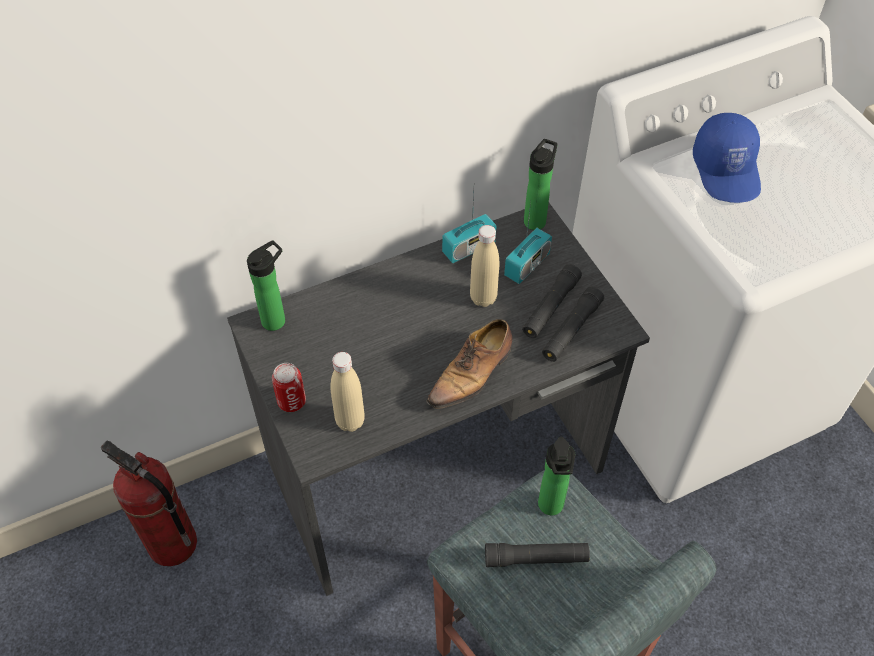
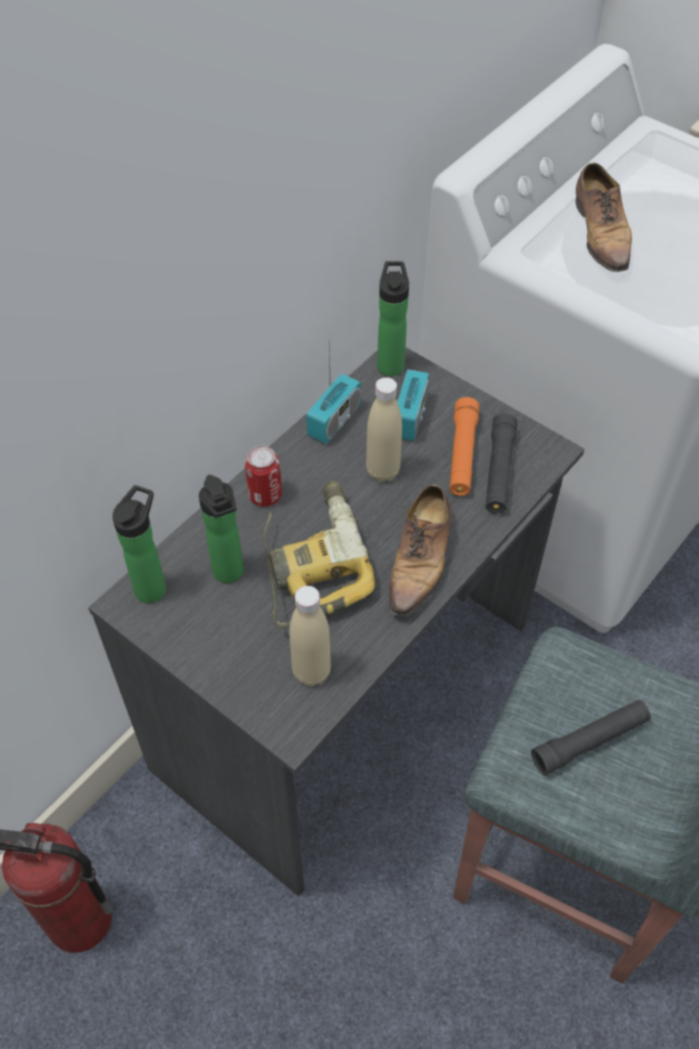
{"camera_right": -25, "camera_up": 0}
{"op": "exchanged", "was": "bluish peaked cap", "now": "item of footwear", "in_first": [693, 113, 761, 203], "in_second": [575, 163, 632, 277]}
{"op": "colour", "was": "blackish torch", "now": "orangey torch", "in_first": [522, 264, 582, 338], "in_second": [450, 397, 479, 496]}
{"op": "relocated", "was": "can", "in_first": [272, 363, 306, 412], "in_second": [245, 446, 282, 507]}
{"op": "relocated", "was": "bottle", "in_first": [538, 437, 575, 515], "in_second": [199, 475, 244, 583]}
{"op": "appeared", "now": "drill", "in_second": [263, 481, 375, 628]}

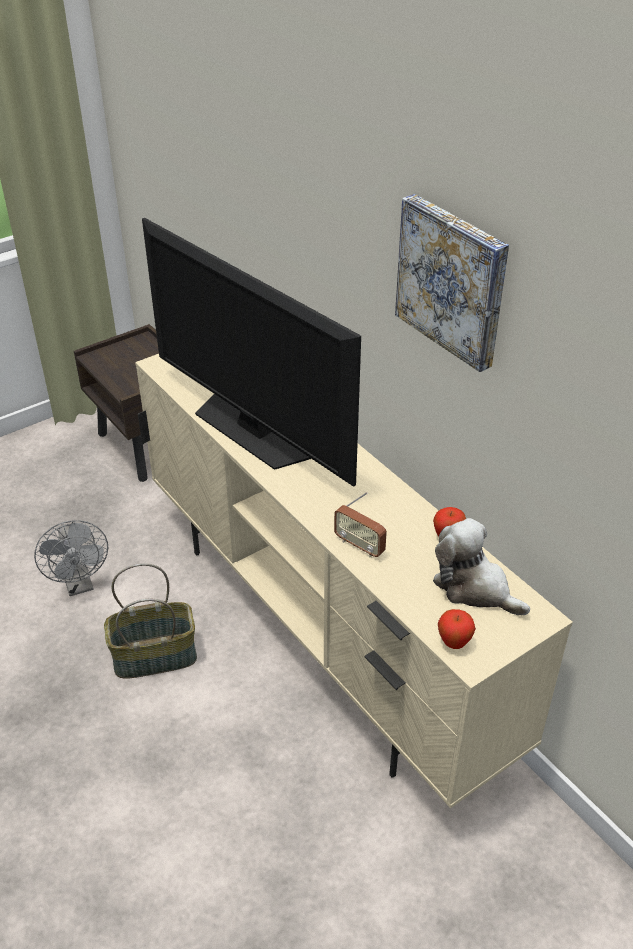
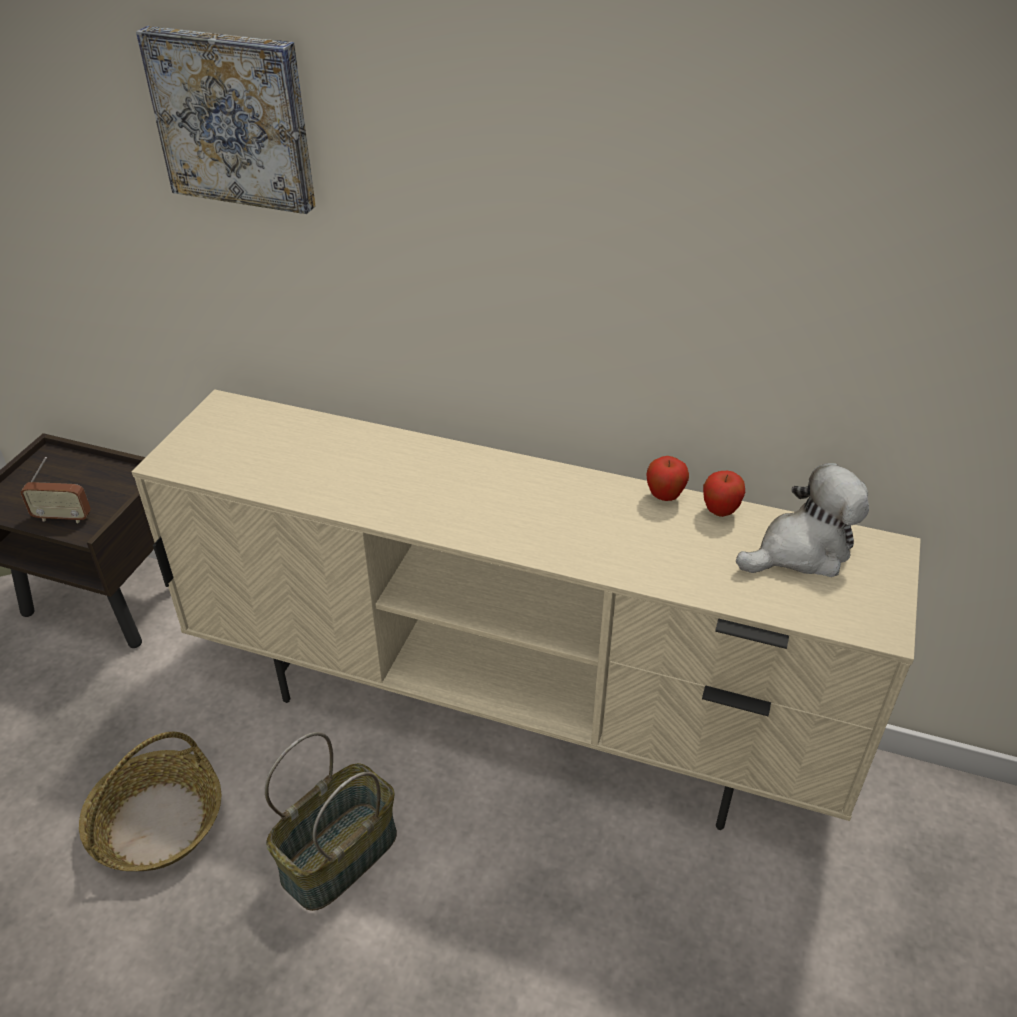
{"camera_right": -35, "camera_up": 0}
{"op": "relocated", "was": "picture", "in_first": [395, 194, 509, 372], "in_second": [136, 26, 316, 214]}
{"op": "missing", "was": "television", "in_first": [142, 218, 361, 487]}
{"op": "relocated", "was": "radio set", "in_first": [334, 492, 387, 558], "in_second": [21, 457, 91, 523]}
{"op": "spun", "was": "plush toy", "in_first": [433, 518, 530, 615], "in_second": [736, 463, 869, 577], "clockwise": 150}
{"op": "exchanged", "was": "greyish cooling fan", "now": "basket", "in_first": [34, 520, 108, 596], "in_second": [79, 732, 221, 871]}
{"op": "relocated", "was": "apple", "in_first": [438, 609, 476, 649], "in_second": [646, 456, 689, 501]}

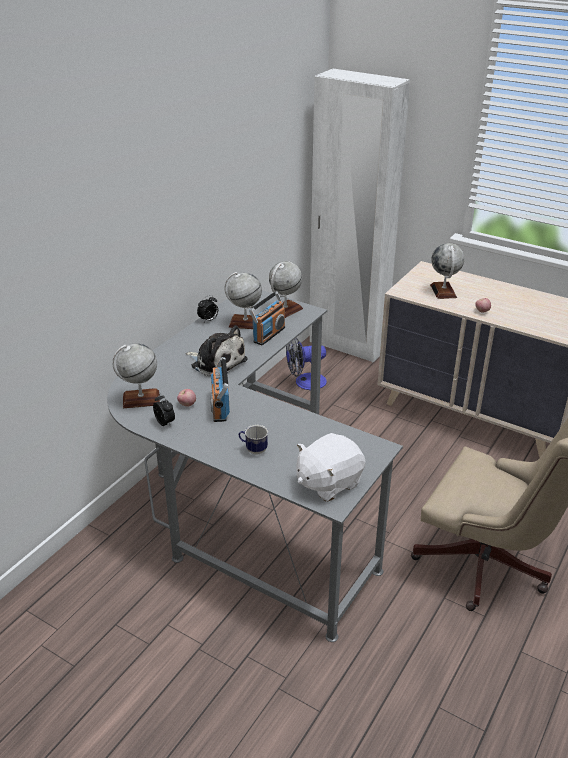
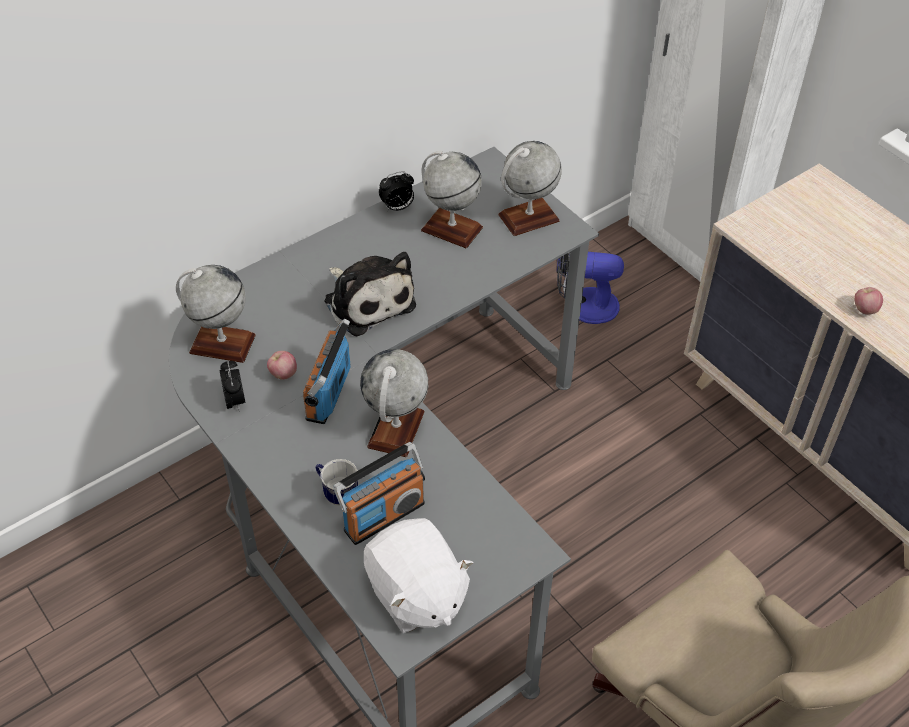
{"camera_right": 20, "camera_up": 15}
{"op": "relocated", "was": "globe", "in_first": [430, 243, 464, 299], "in_second": [360, 349, 428, 457]}
{"op": "relocated", "was": "radio set", "in_first": [249, 291, 285, 345], "in_second": [333, 442, 425, 545]}
{"op": "spun", "was": "whitish plush toy", "in_first": [296, 433, 366, 502], "in_second": [364, 518, 473, 633], "clockwise": -105}

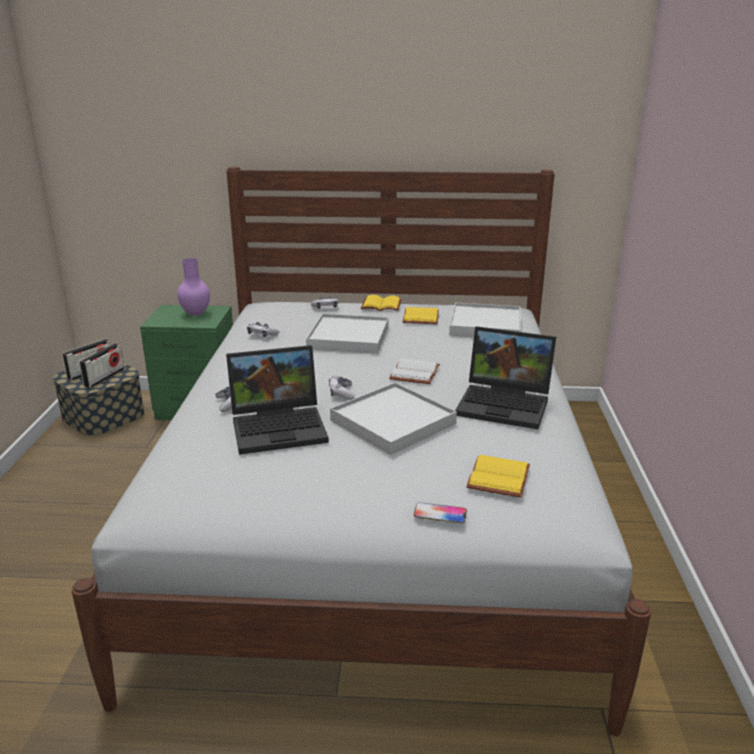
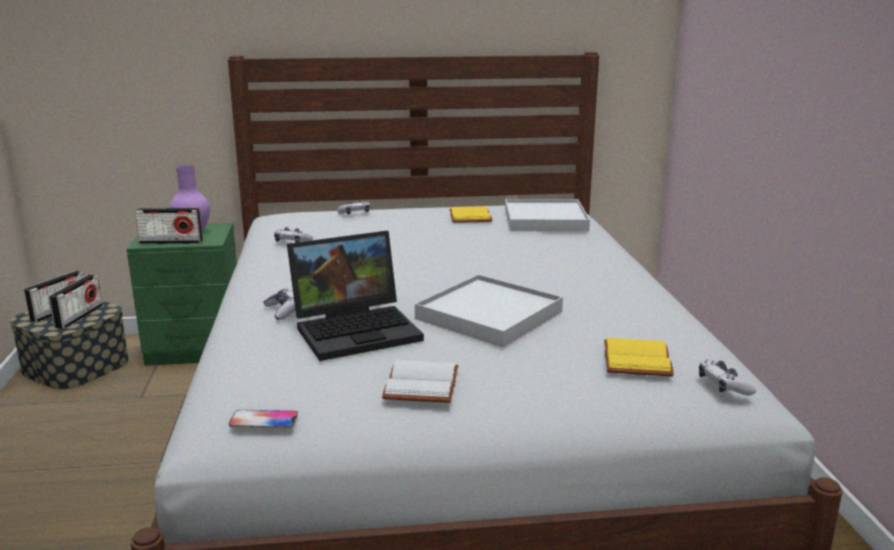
{"camera_right": -10, "camera_up": -5}
{"op": "missing", "was": "yellow bound book", "in_first": [361, 295, 402, 311]}
{"op": "missing", "was": "whitish tray", "in_first": [306, 314, 389, 354]}
{"op": "missing", "was": "notebook computer", "in_first": [455, 326, 556, 429]}
{"op": "relocated", "was": "whitish bound book", "in_first": [389, 358, 440, 384], "in_second": [382, 360, 459, 403]}
{"op": "relocated", "was": "game controller", "in_first": [329, 376, 355, 400], "in_second": [699, 360, 756, 396]}
{"op": "relocated", "was": "telephone", "in_first": [414, 502, 467, 524], "in_second": [229, 410, 298, 429]}
{"op": "appeared", "now": "radio set", "in_second": [135, 208, 203, 244]}

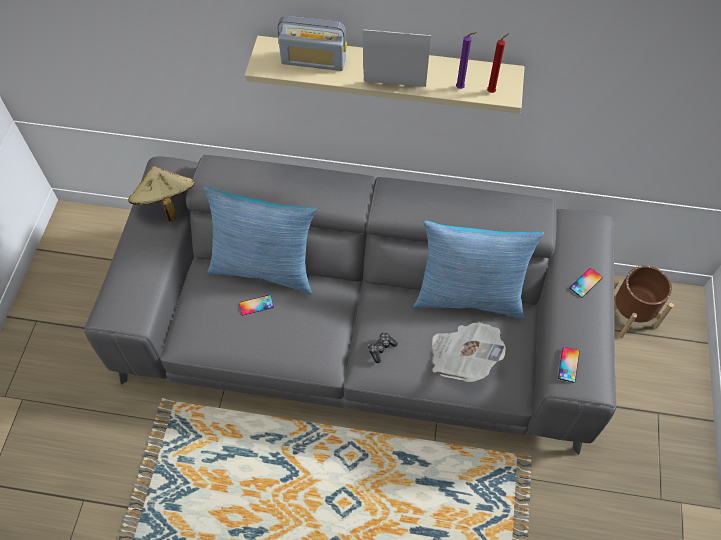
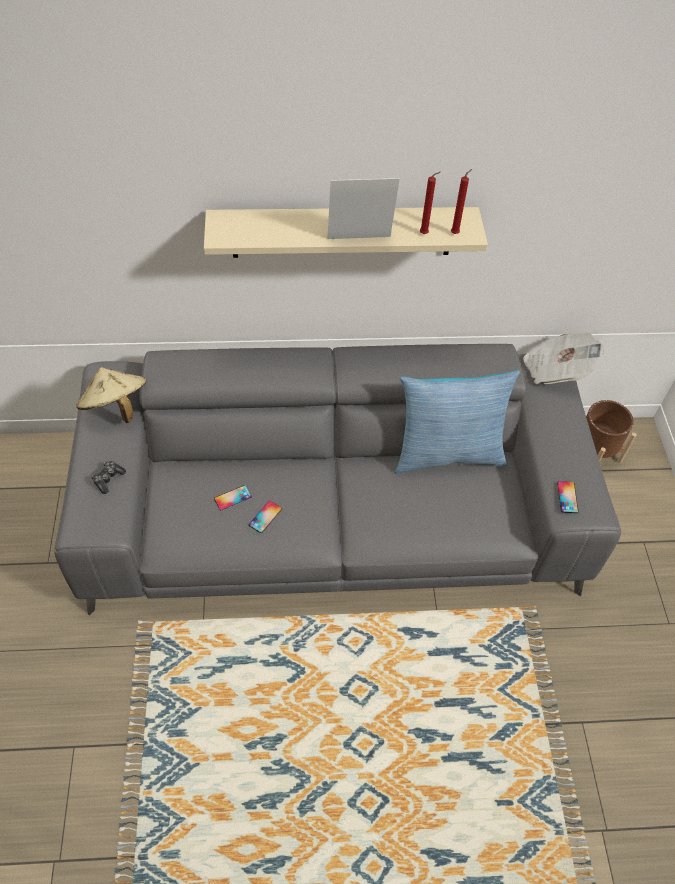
{"camera_right": -15, "camera_up": -5}
{"op": "missing", "was": "radio set", "in_first": [278, 16, 347, 71]}
{"op": "colour", "was": "purple wax candle", "now": "red wax candle", "in_first": [456, 32, 477, 89], "in_second": [420, 172, 440, 234]}
{"op": "missing", "was": "pillow", "in_first": [204, 186, 317, 295]}
{"op": "relocated", "was": "telephone", "in_first": [570, 268, 603, 298], "in_second": [249, 501, 282, 533]}
{"op": "relocated", "was": "newspaper", "in_first": [432, 322, 506, 382], "in_second": [523, 332, 604, 384]}
{"op": "relocated", "was": "game controller", "in_first": [368, 333, 398, 363], "in_second": [92, 461, 126, 494]}

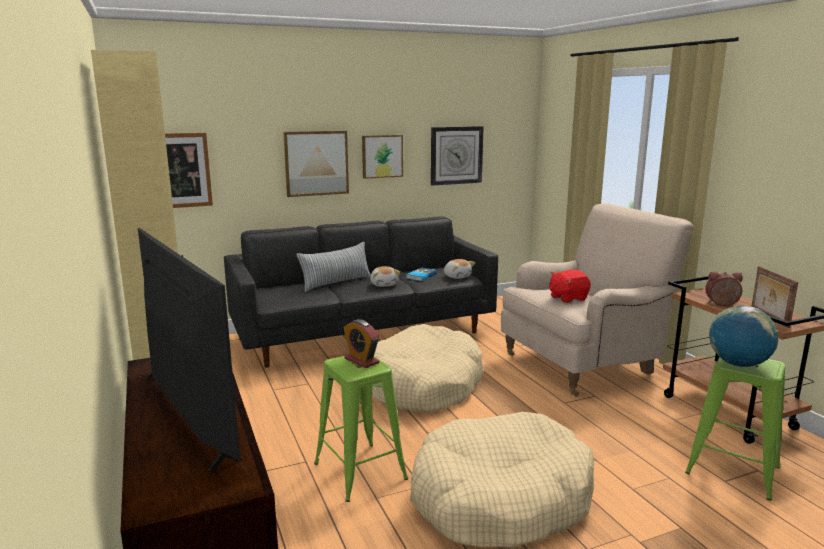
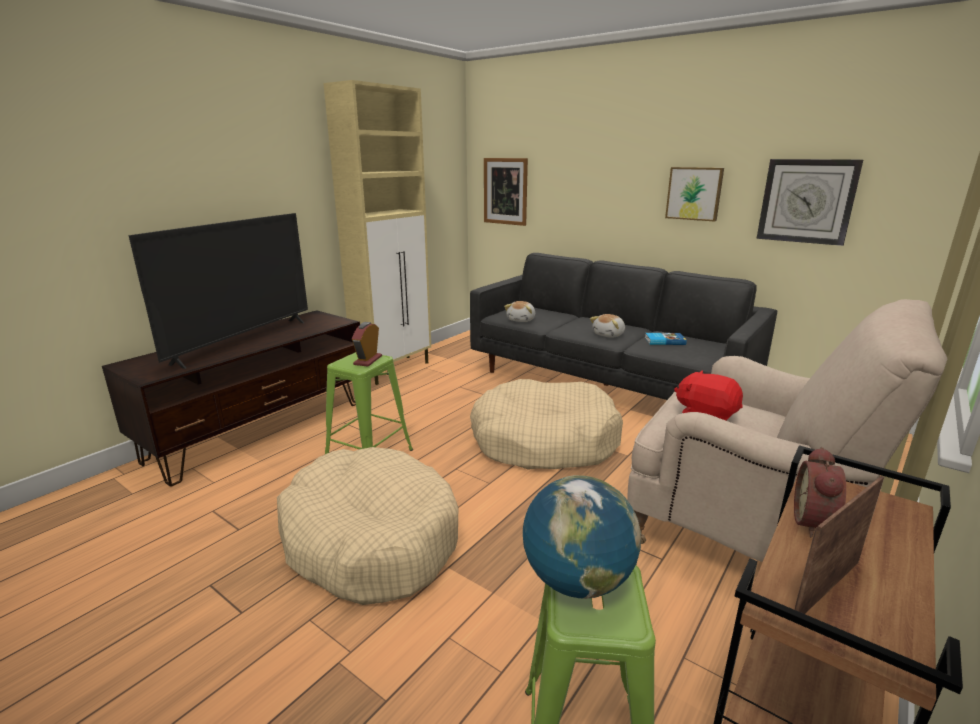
{"camera_right": 60, "camera_up": 5}
{"op": "missing", "was": "picture", "in_first": [283, 131, 349, 197]}
{"op": "missing", "was": "pillow", "in_first": [296, 242, 371, 292]}
{"op": "relocated", "was": "plush toy", "in_first": [444, 259, 475, 279], "in_second": [504, 301, 535, 322]}
{"op": "spun", "was": "table clock", "in_first": [705, 272, 743, 306], "in_second": [794, 447, 846, 537], "clockwise": -135}

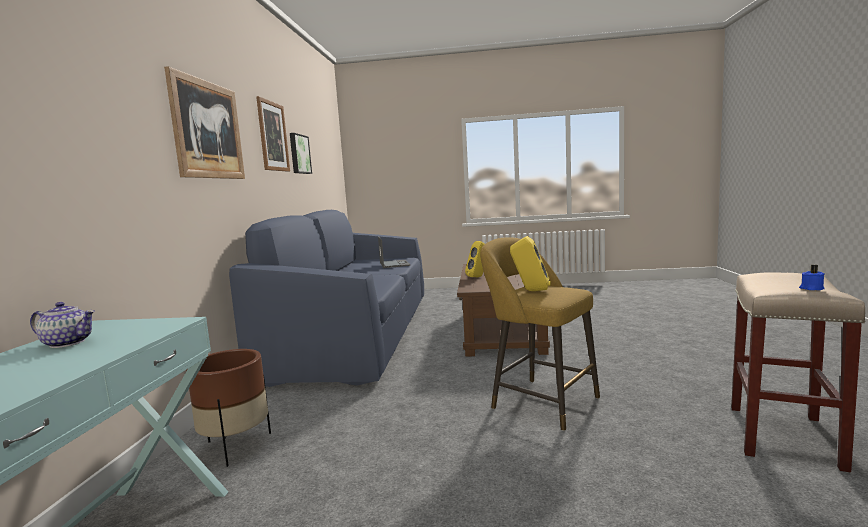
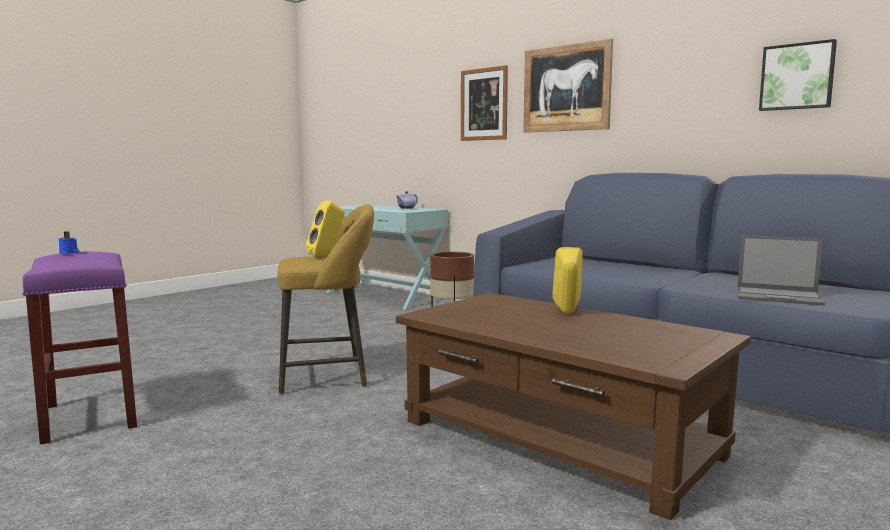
{"camera_right": 125, "camera_up": 0}
{"op": "relocated", "was": "picture", "in_first": [256, 96, 290, 172], "in_second": [461, 65, 508, 141]}
{"op": "colour", "was": "sand-coloured stool", "now": "purple stool", "in_first": [731, 272, 865, 472], "in_second": [22, 251, 137, 444]}

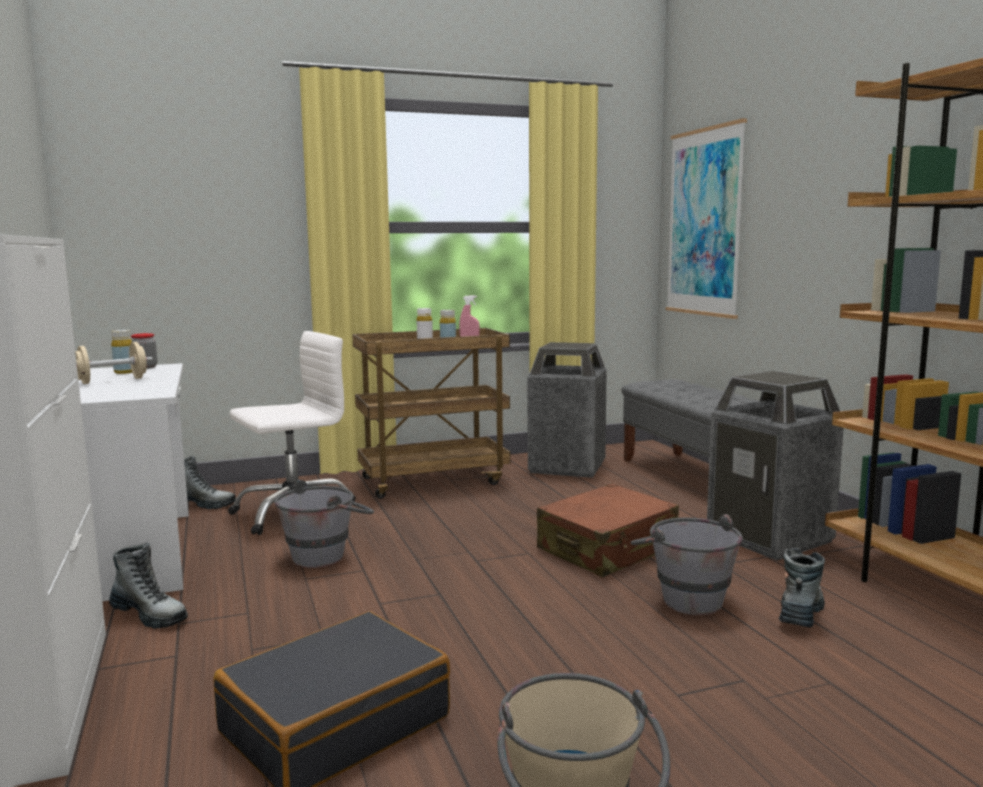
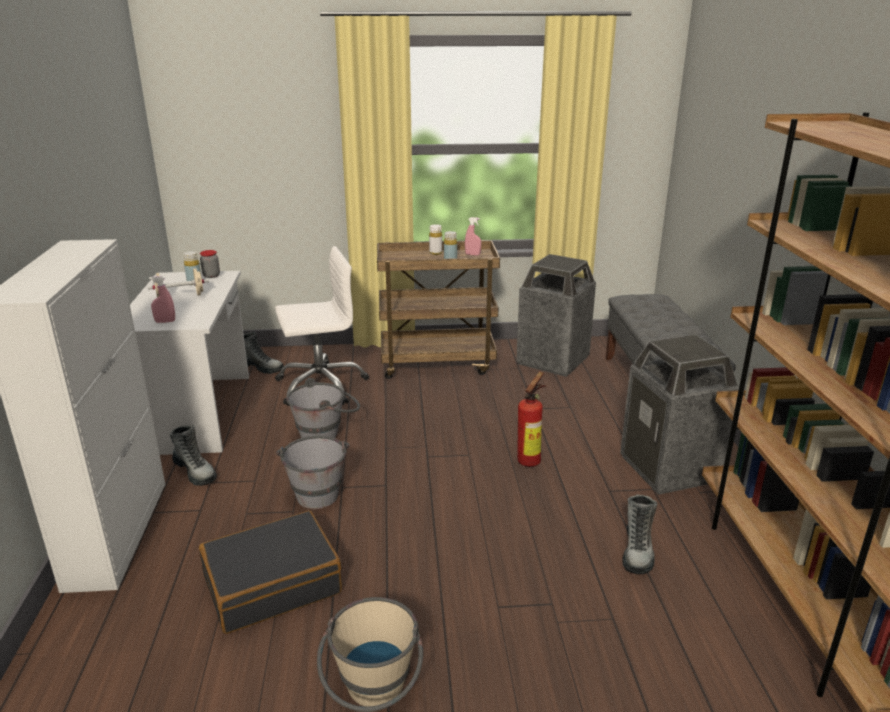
{"camera_right": 15, "camera_up": 15}
{"op": "missing", "was": "picture", "in_first": [666, 118, 747, 319]}
{"op": "exchanged", "was": "brown-coloured suitcase", "now": "fire-fighting cylinder", "in_first": [537, 484, 679, 577], "in_second": [517, 372, 546, 467]}
{"op": "relocated", "was": "greyish pail", "in_first": [631, 514, 743, 615], "in_second": [276, 436, 350, 509]}
{"op": "spun", "was": "tall boot", "in_first": [778, 548, 825, 628], "in_second": [622, 495, 658, 574], "clockwise": 150}
{"op": "appeared", "now": "pink-coloured spray bottle", "in_second": [149, 276, 175, 323]}

